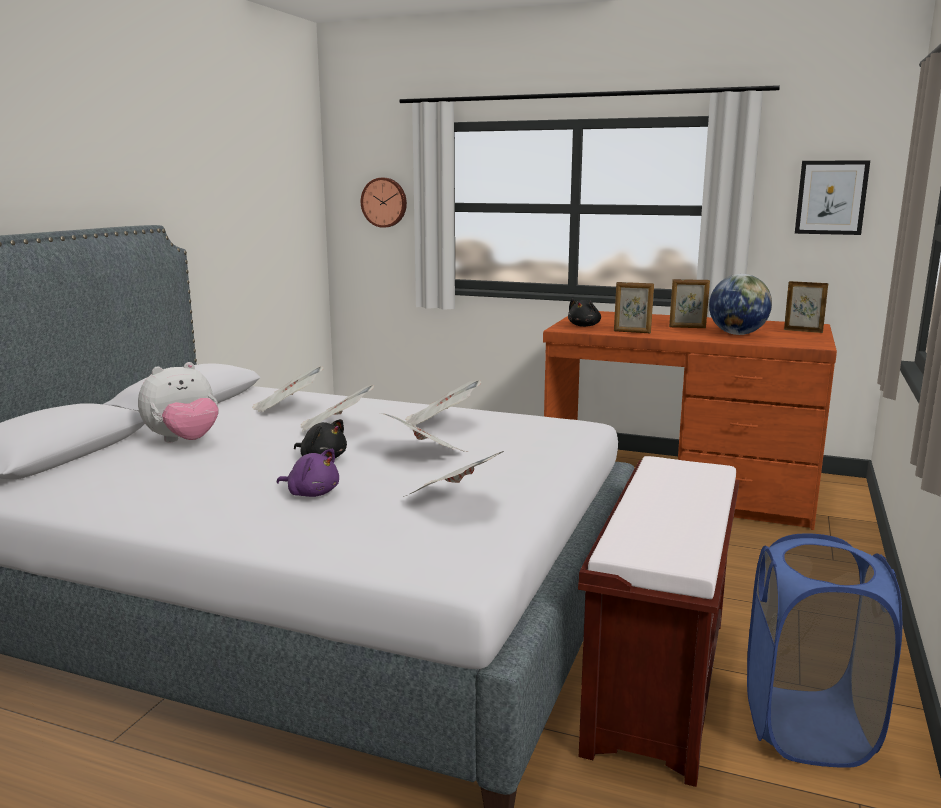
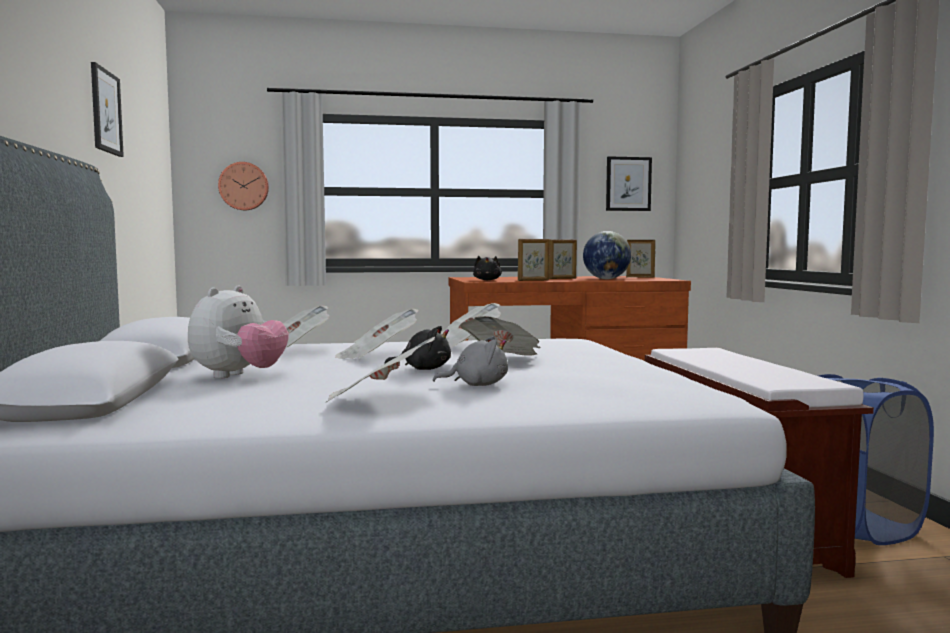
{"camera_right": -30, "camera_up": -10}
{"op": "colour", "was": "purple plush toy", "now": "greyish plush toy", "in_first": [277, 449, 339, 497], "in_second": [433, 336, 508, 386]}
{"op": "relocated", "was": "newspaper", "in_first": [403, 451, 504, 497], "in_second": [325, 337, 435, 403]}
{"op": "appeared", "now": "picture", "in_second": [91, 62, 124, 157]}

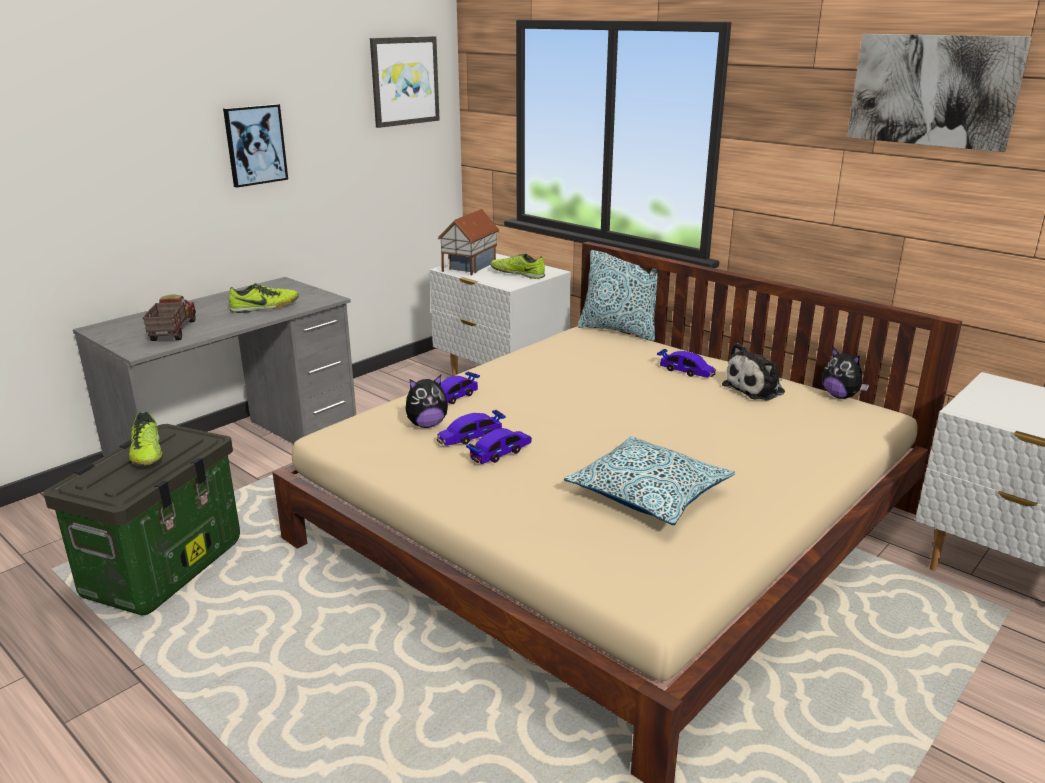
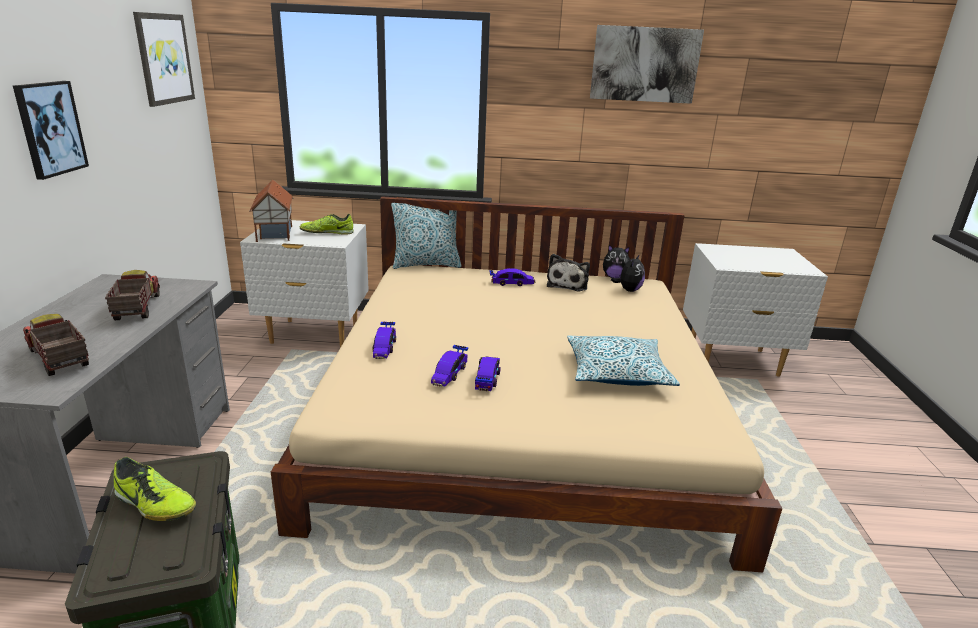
{"camera_right": -40, "camera_up": 0}
{"op": "exchanged", "was": "item of footwear", "now": "toy truck", "in_first": [229, 283, 299, 313], "in_second": [105, 270, 160, 320]}
{"op": "relocated", "was": "plush toy", "in_first": [406, 375, 448, 428], "in_second": [611, 254, 645, 292]}

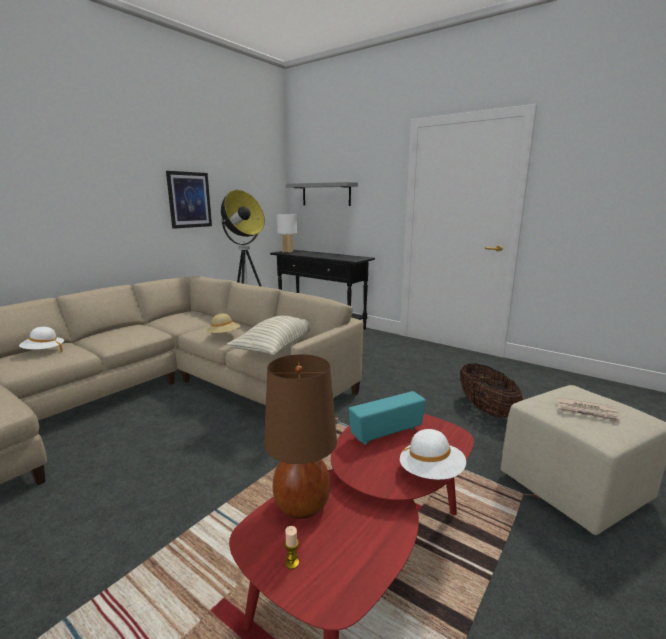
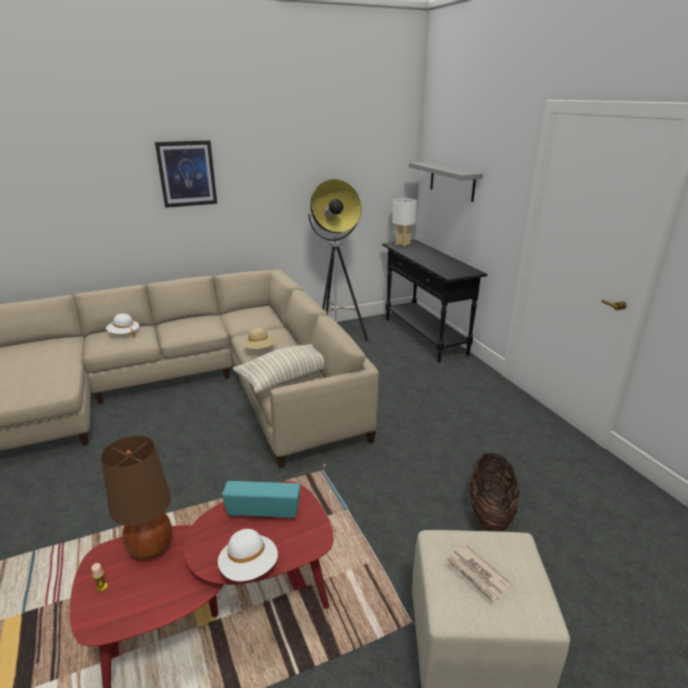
{"camera_right": 30, "camera_up": 10}
{"op": "relocated", "was": "picture", "in_first": [166, 171, 212, 229], "in_second": [155, 140, 217, 208]}

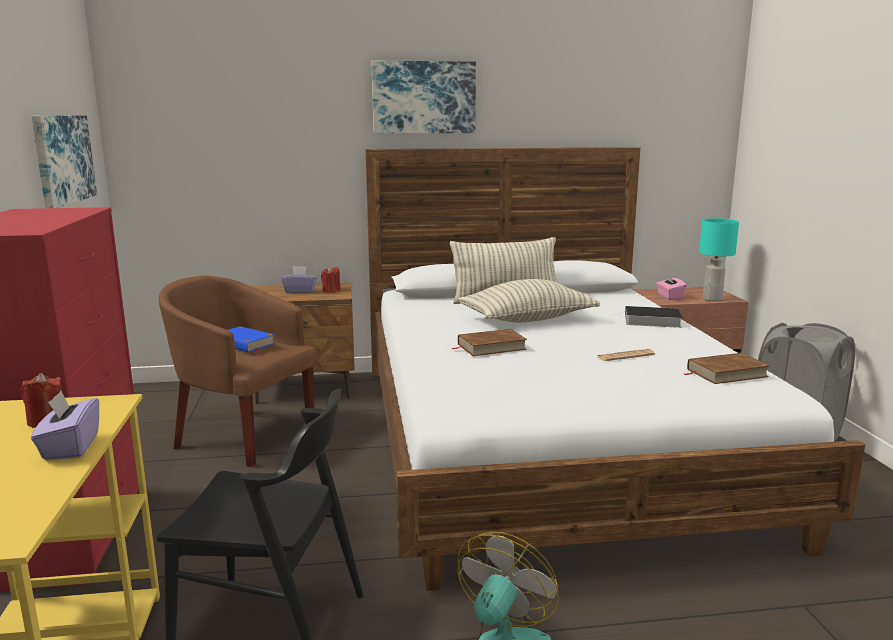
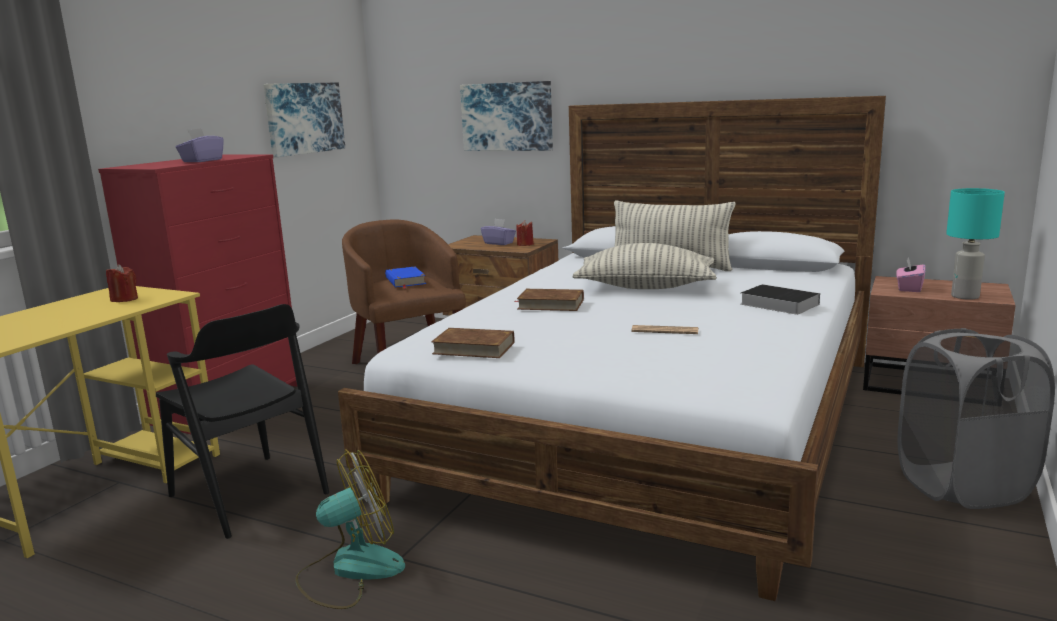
{"camera_right": 35, "camera_up": 0}
{"op": "relocated", "was": "picture", "in_first": [372, 61, 476, 133], "in_second": [460, 81, 553, 151]}
{"op": "relocated", "was": "brown-coloured bound book", "in_first": [684, 353, 770, 384], "in_second": [431, 328, 514, 358]}
{"op": "relocated", "was": "purple tissue holder", "in_first": [31, 391, 99, 460], "in_second": [176, 128, 224, 162]}

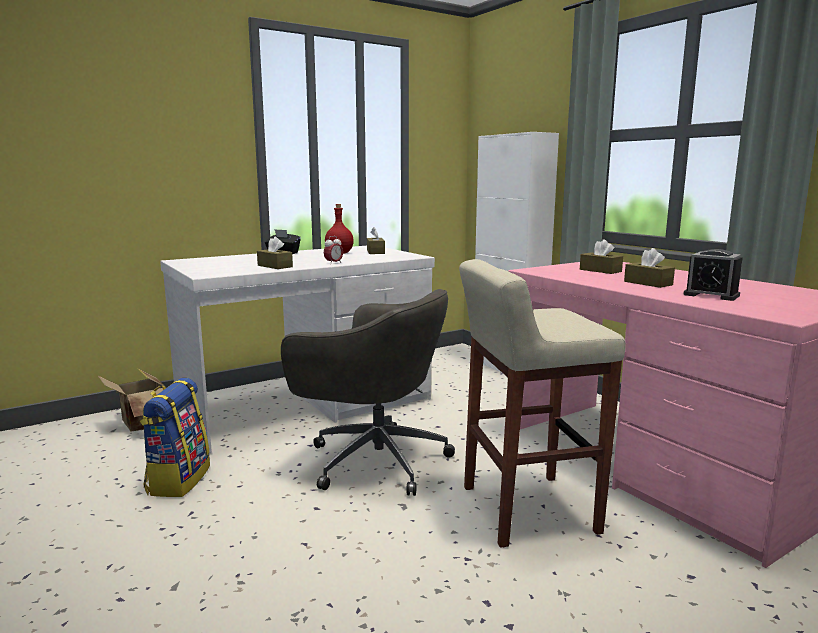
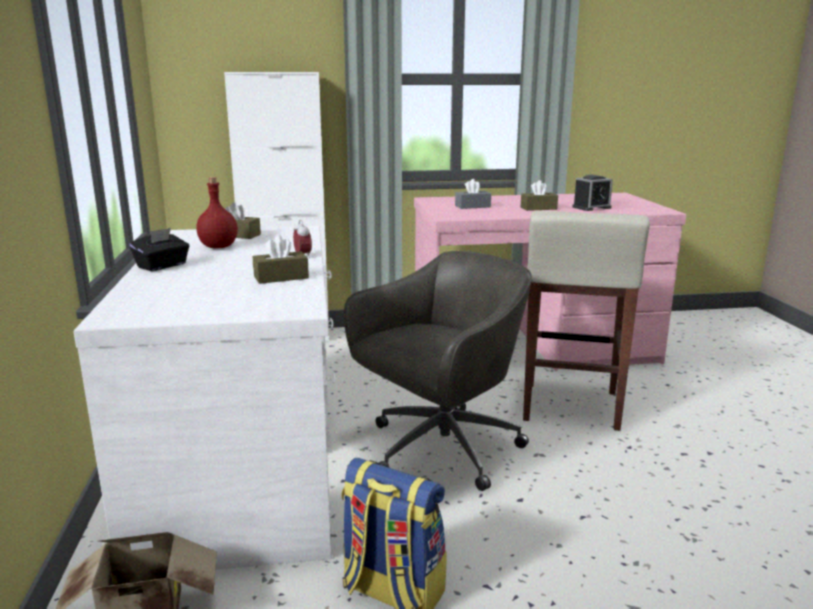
{"camera_right": -65, "camera_up": 5}
{"op": "colour", "was": "brown-coloured tissue holder", "now": "greyish tissue holder", "in_first": [580, 239, 623, 274], "in_second": [455, 179, 491, 209]}

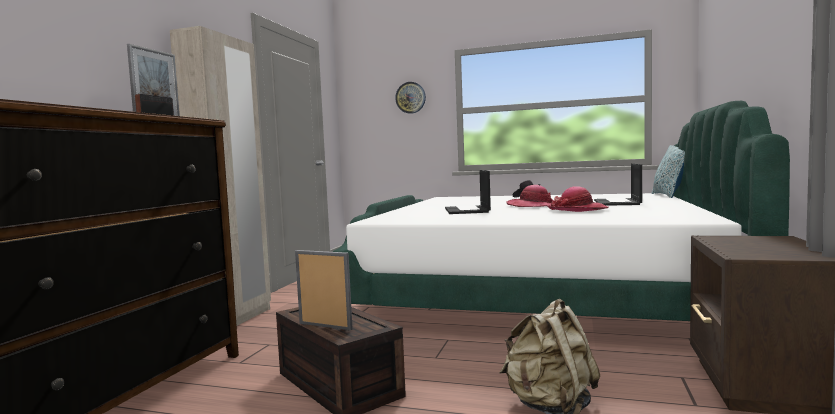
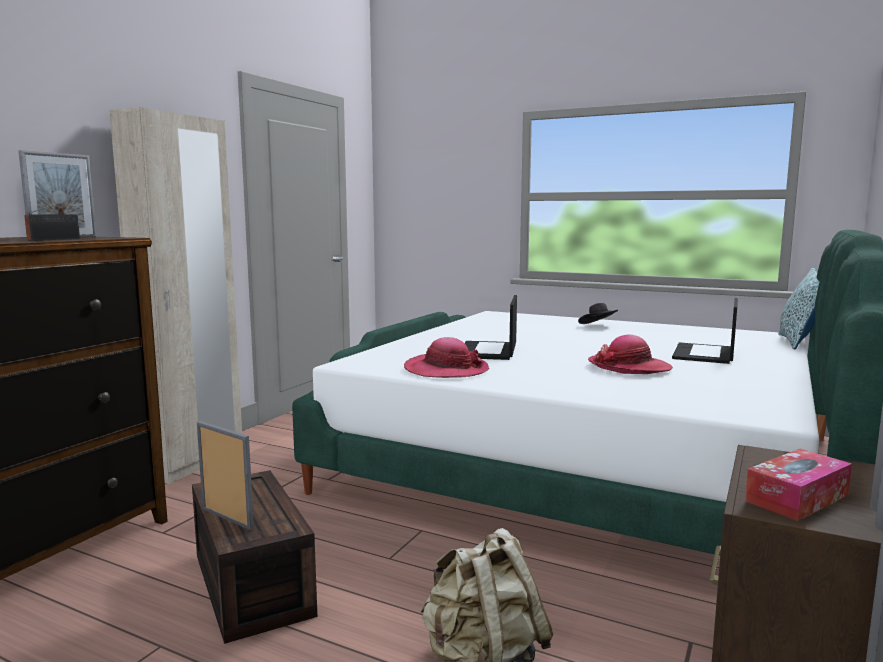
{"camera_right": 10, "camera_up": 5}
{"op": "missing", "was": "hanging clock", "in_first": [395, 82, 426, 114]}
{"op": "relocated", "was": "clothing hat", "in_first": [506, 185, 554, 207], "in_second": [404, 337, 489, 378]}
{"op": "appeared", "now": "tissue holder", "in_second": [745, 449, 852, 521]}

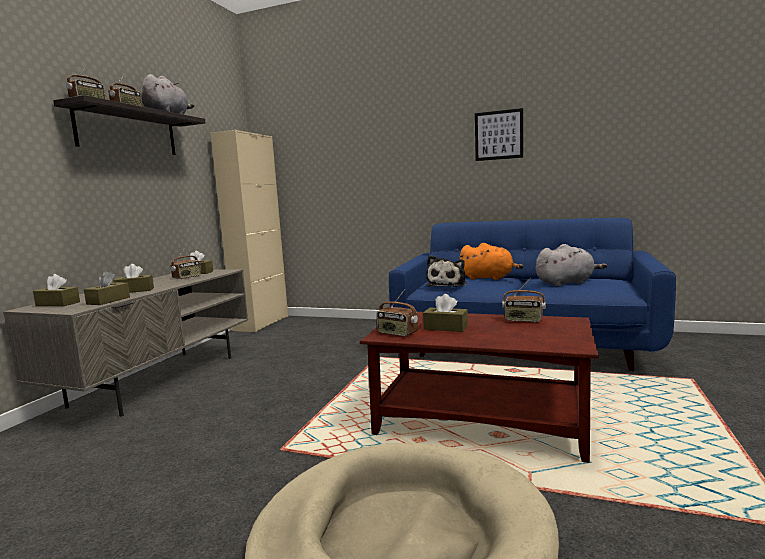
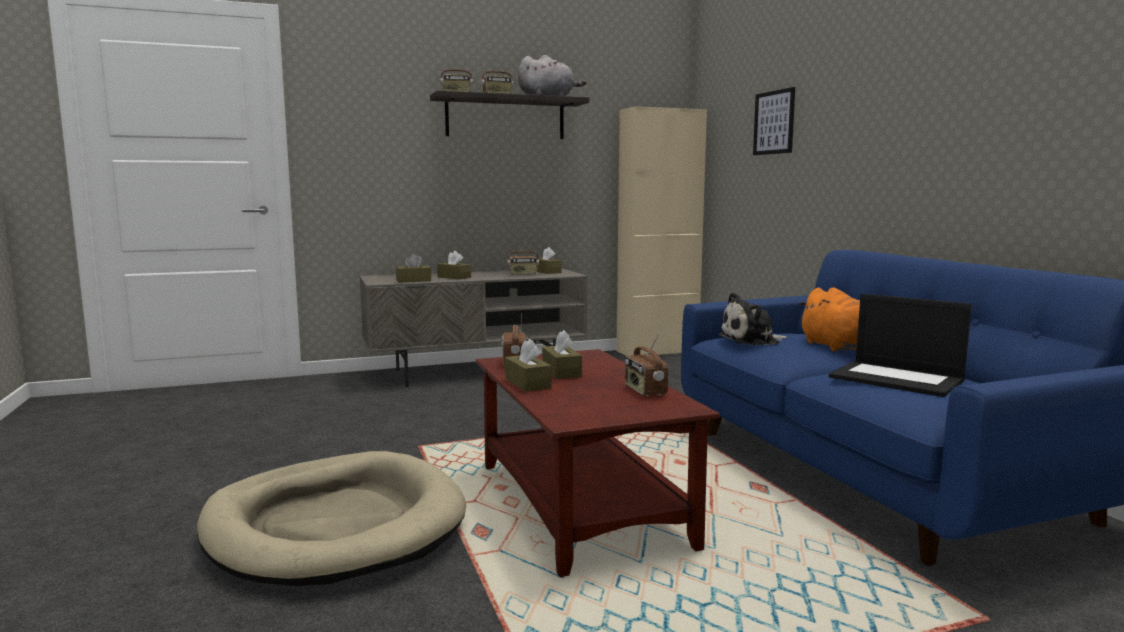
{"camera_right": 50, "camera_up": 0}
{"op": "relocated", "was": "picture", "in_first": [475, 108, 523, 161], "in_second": [753, 87, 795, 155]}
{"op": "exchanged", "was": "greyish plush toy", "now": "notebook computer", "in_first": [536, 244, 607, 287], "in_second": [829, 294, 972, 397]}
{"op": "relocated", "was": "brown-coloured tissue holder", "in_first": [33, 274, 80, 306], "in_second": [505, 339, 552, 392]}

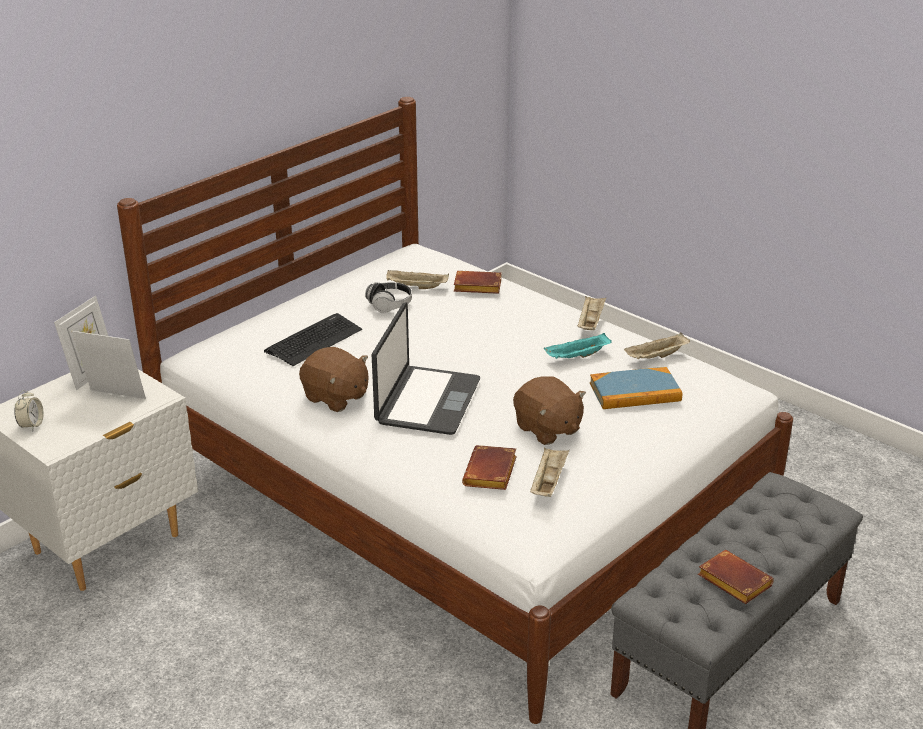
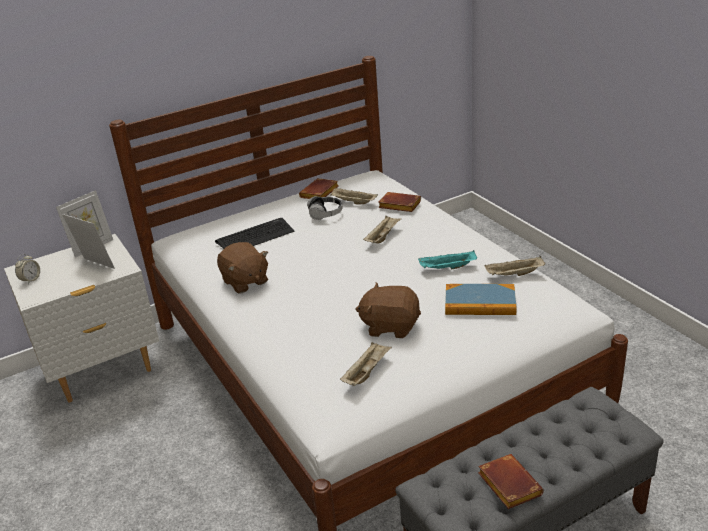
{"camera_right": 20, "camera_up": 0}
{"op": "relocated", "was": "sand-coloured tray", "in_first": [578, 296, 606, 330], "in_second": [363, 216, 402, 244]}
{"op": "missing", "was": "notebook computer", "in_first": [372, 302, 480, 435]}
{"op": "spun", "was": "brown-coloured plush toy", "in_first": [513, 376, 586, 445], "in_second": [356, 282, 421, 338], "clockwise": 120}
{"op": "relocated", "was": "brown-coloured bound book", "in_first": [462, 445, 517, 490], "in_second": [299, 178, 339, 199]}

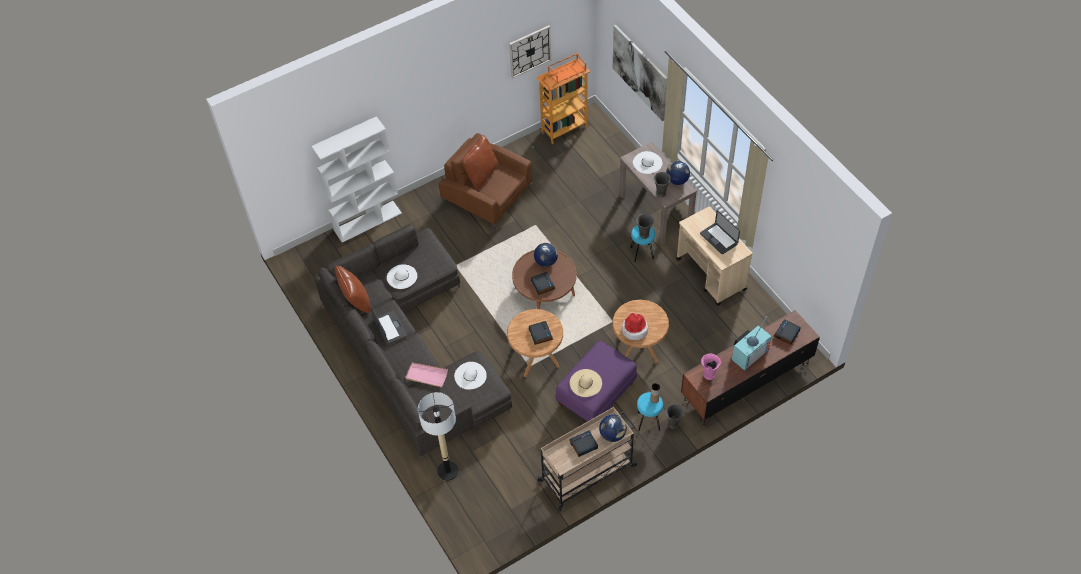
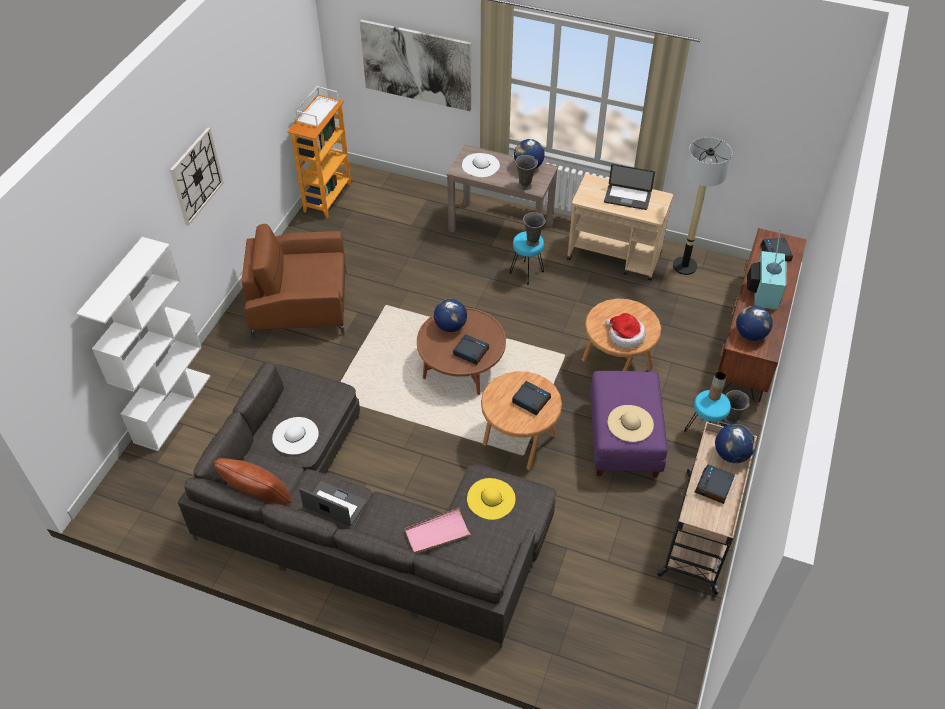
{"camera_right": -40, "camera_up": -5}
{"op": "relocated", "was": "hanging clock", "in_first": [509, 25, 551, 79], "in_second": [170, 128, 224, 226]}
{"op": "colour", "was": "orangey tray", "now": "whitish tray", "in_first": [548, 53, 586, 83], "in_second": [295, 86, 339, 127]}
{"op": "missing", "was": "brown-coloured pillow", "in_first": [462, 135, 498, 189]}
{"op": "exchanged", "was": "pink-coloured decorative vase", "now": "globe", "in_first": [701, 354, 721, 380], "in_second": [736, 306, 773, 341]}
{"op": "colour", "was": "whitish clothing hat", "now": "yellow clothing hat", "in_first": [454, 362, 487, 390], "in_second": [467, 478, 516, 520]}
{"op": "relocated", "was": "standing lamp", "in_first": [418, 392, 459, 481], "in_second": [673, 137, 732, 275]}

